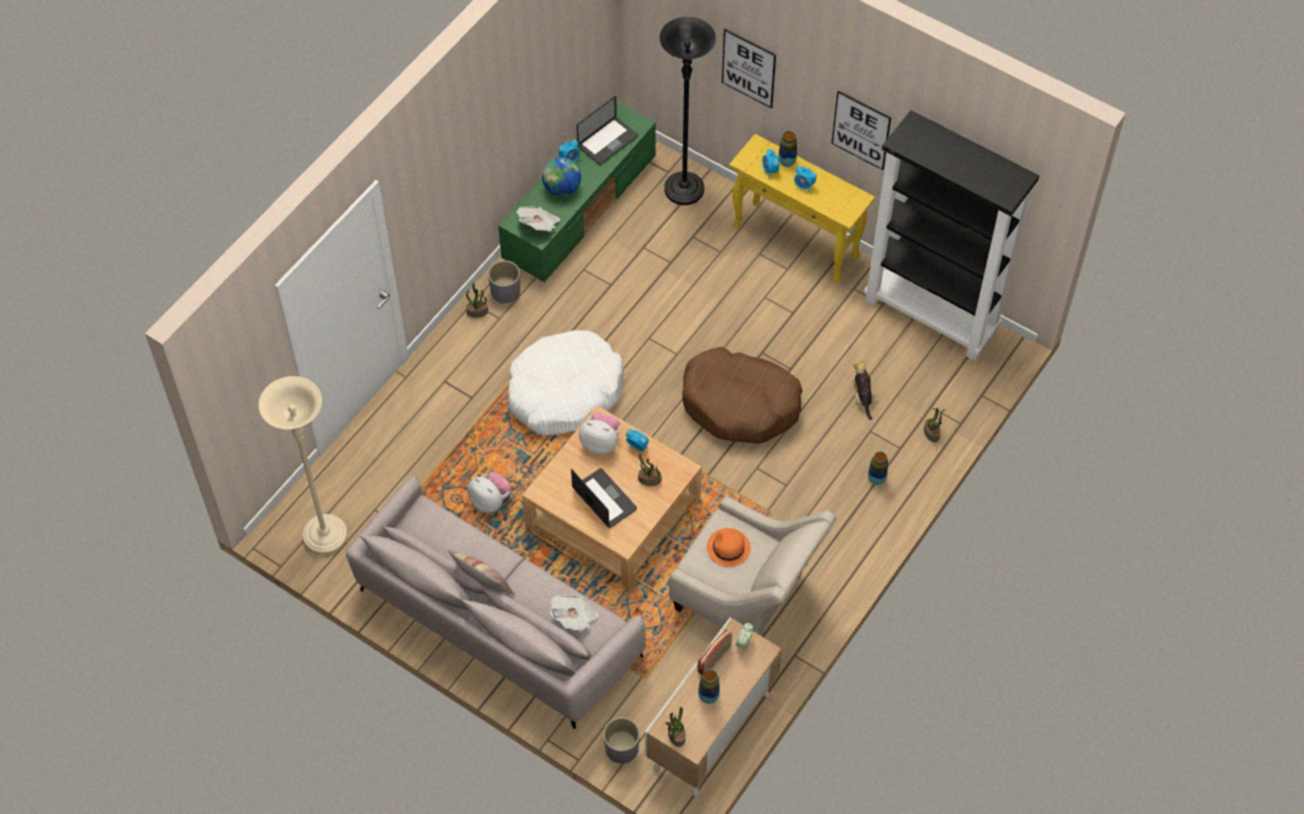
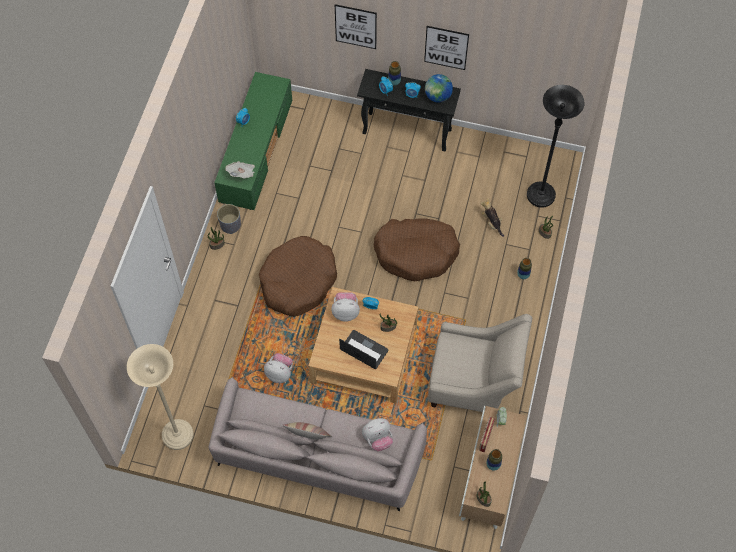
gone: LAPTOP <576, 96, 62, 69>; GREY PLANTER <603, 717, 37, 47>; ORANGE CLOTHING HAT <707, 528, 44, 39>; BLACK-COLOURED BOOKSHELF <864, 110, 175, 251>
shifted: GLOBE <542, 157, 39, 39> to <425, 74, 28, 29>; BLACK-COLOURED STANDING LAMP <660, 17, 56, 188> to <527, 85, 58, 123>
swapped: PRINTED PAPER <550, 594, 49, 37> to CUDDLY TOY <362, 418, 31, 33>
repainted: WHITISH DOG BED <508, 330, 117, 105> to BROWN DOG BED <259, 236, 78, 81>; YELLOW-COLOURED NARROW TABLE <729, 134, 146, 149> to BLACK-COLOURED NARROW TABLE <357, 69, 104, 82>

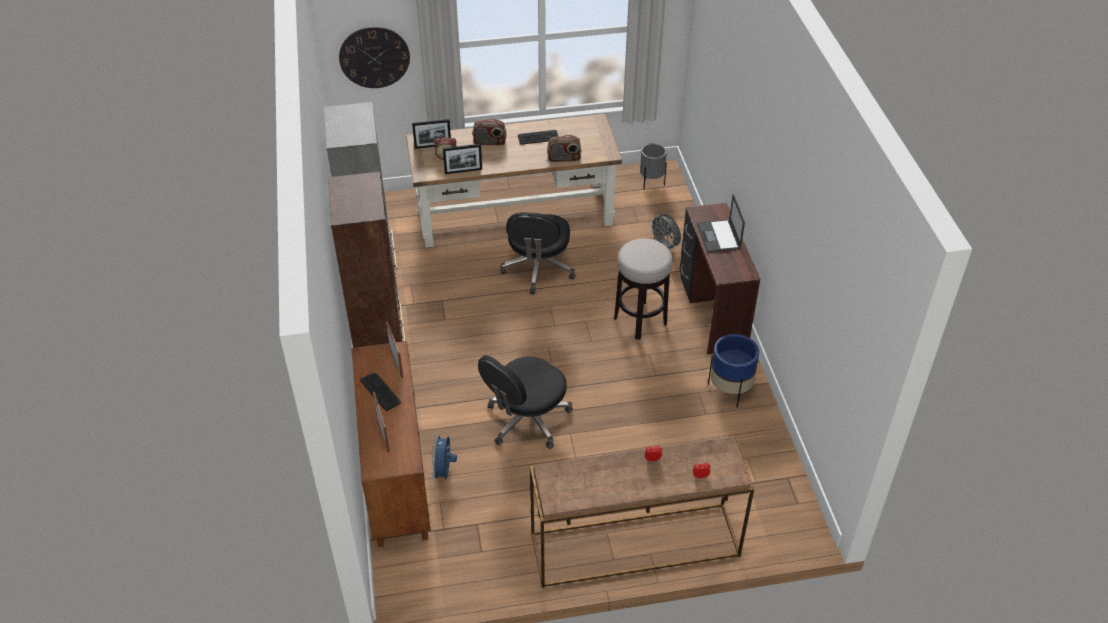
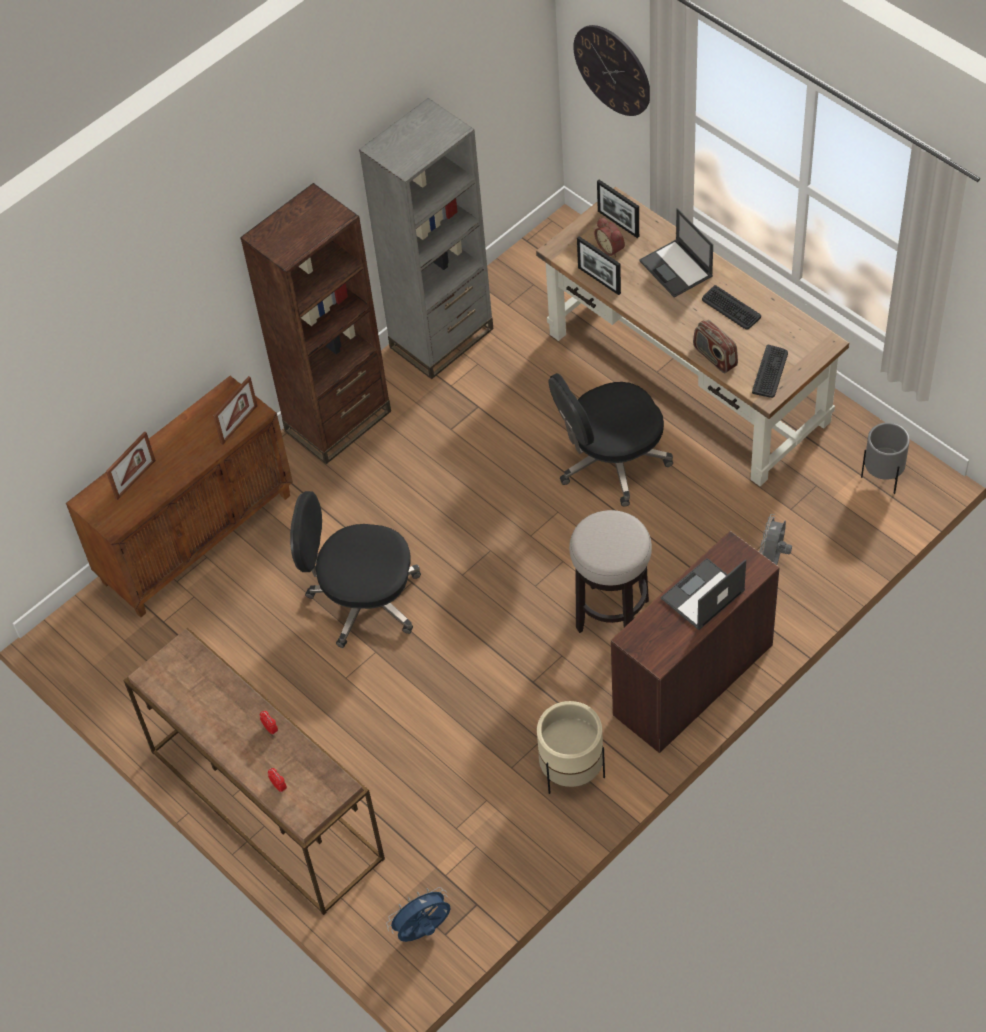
shifted: PC KEYBOARD <360, 373, 41, 38> to <752, 345, 36, 53>; BLUE COOLING FAN <431, 433, 26, 48> to <386, 887, 65, 55>
swapped: RADIO RECEIVER <473, 118, 34, 27> to LAPTOP <639, 208, 74, 90>
repainted: BLUE PLANTER <708, 334, 51, 73> to BEIGE PLANTER <537, 701, 68, 93>

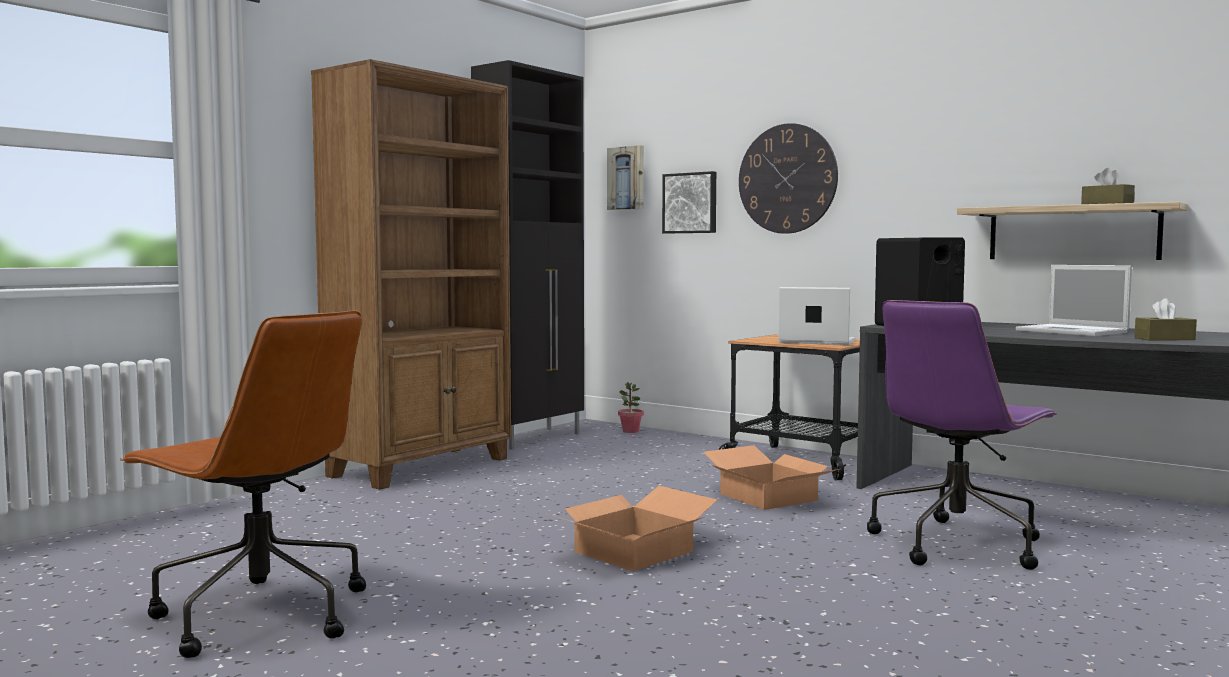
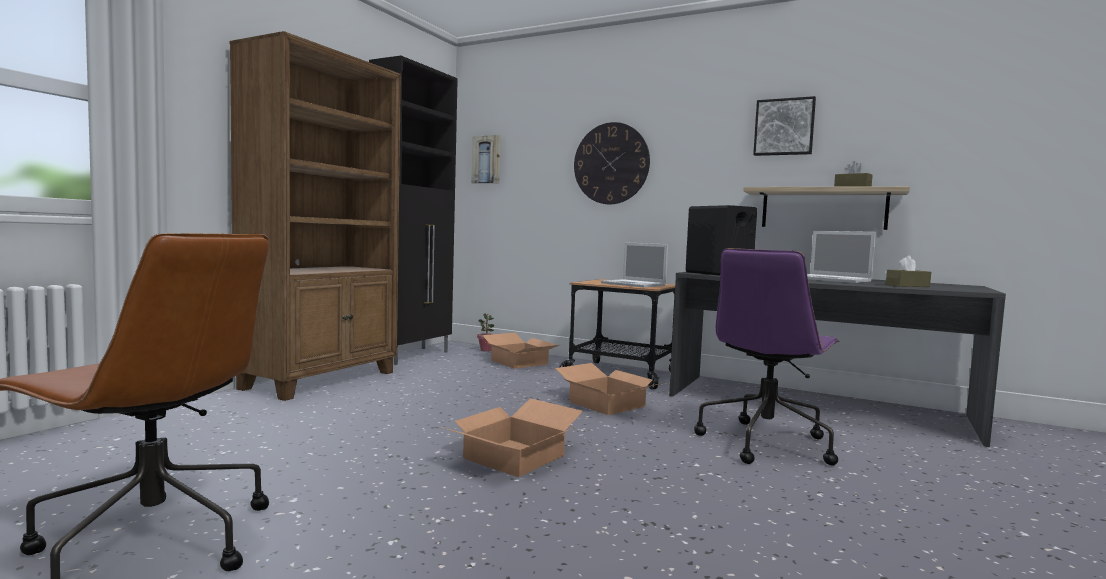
new: CARDBOARD BOX <482, 333, 77, 36>
shifted: WALL PICTURE <662, 171, 54, 63> to <753, 96, 63, 60>
rotated: LAPTOP <779, 287, 76, 58> = <601, 242, 67, 45> 150 degrees counterclockwise

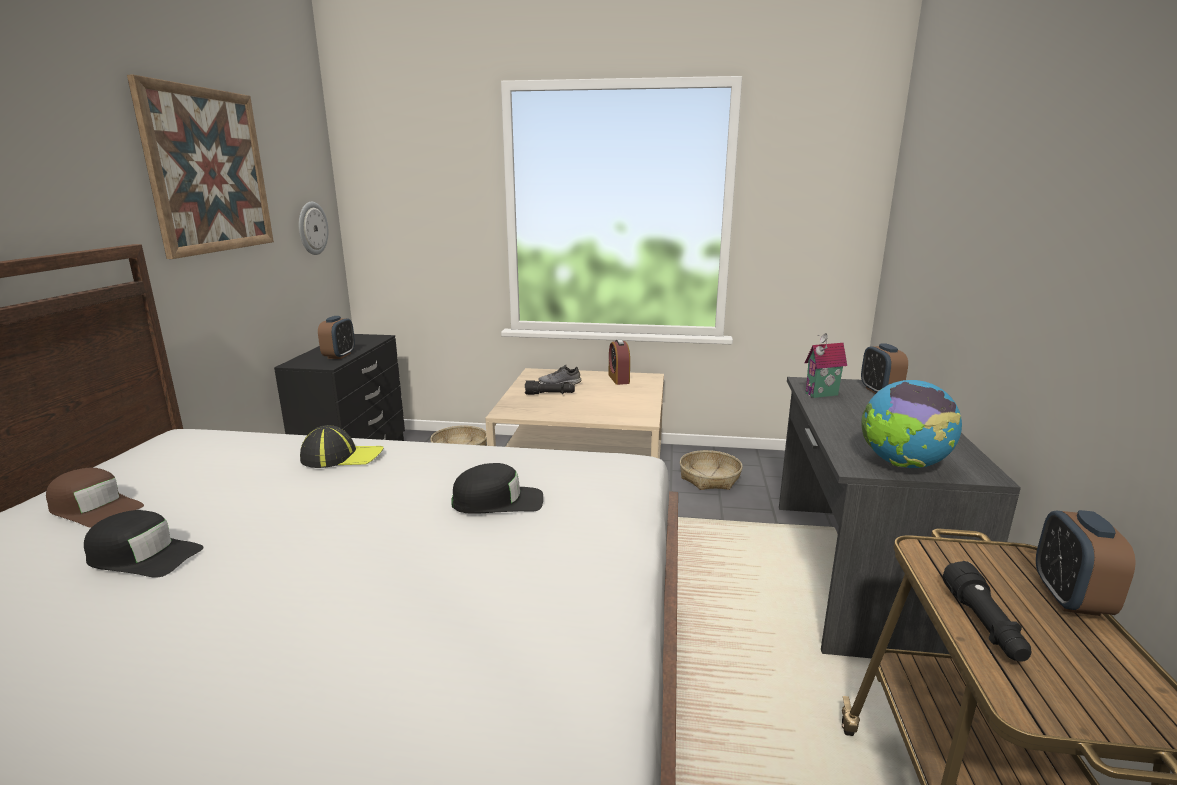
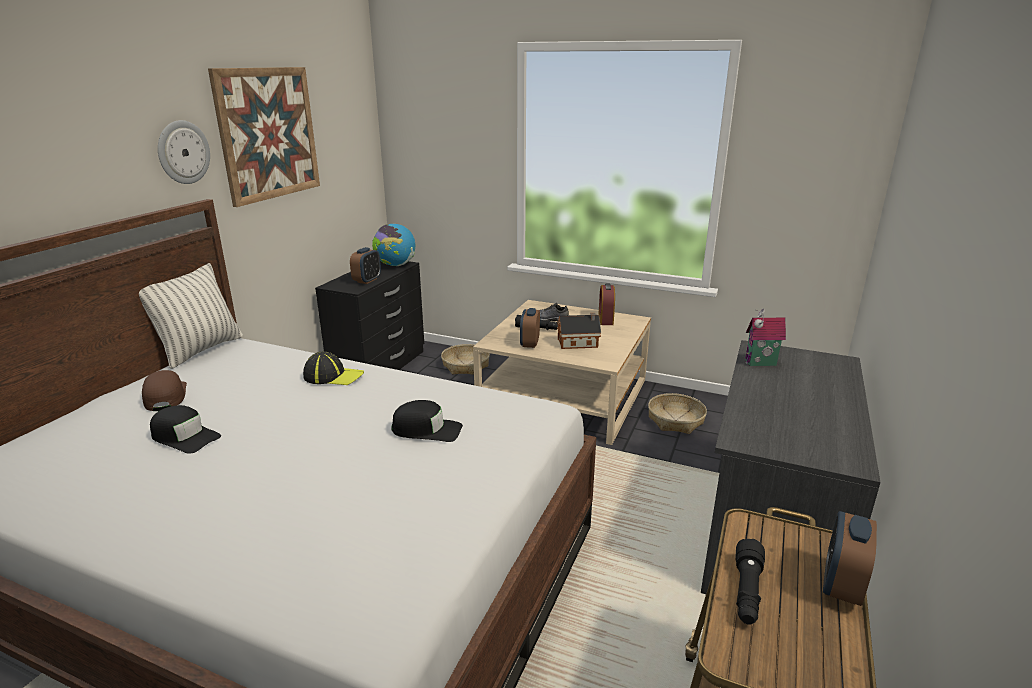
new: THROW PILLOW <139, 263, 104, 106>; MINIATURE HOUSE <557, 313, 44, 36>
shifted: CLOCK ON THE WALL <299, 202, 29, 53> to <158, 120, 52, 64>; ALARM CLOCK <861, 343, 47, 51> to <520, 308, 20, 40>; GLOBE <861, 380, 101, 88> to <372, 224, 43, 42>
rotated: BROWN BASEBALL CAP <46, 468, 98, 60> = <142, 370, 45, 41> 150 degrees counterclockwise

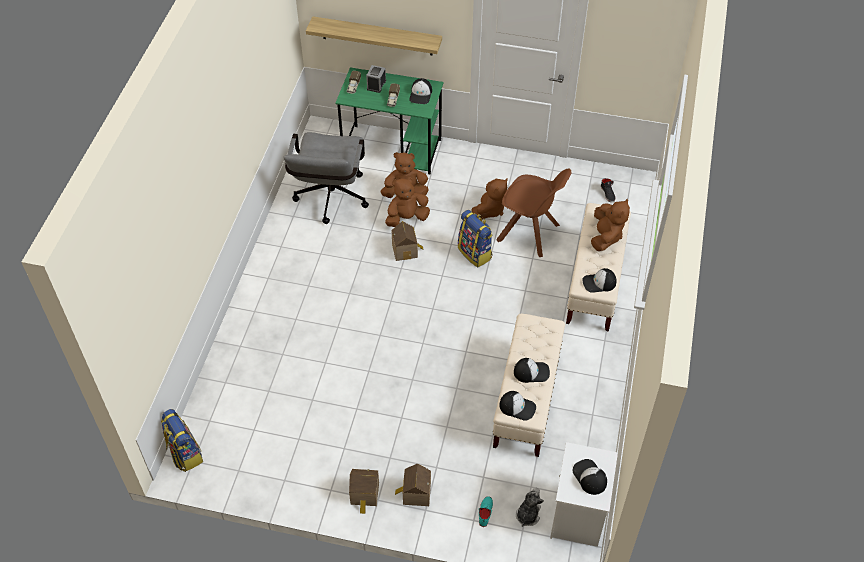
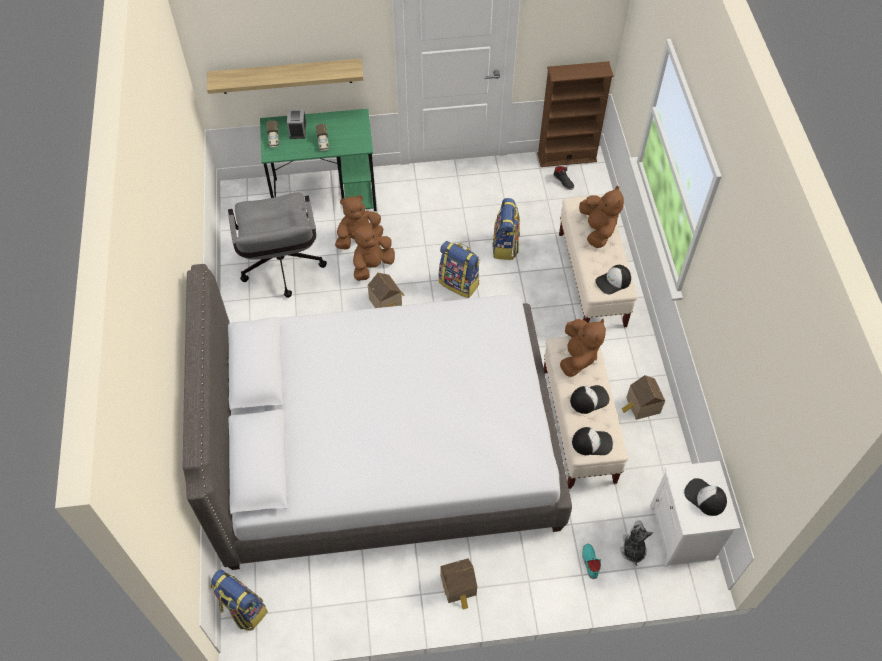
gone: BASEBALL CAP <409, 78, 23, 26>
new: GREY BEDROOM BED <183, 264, 389, 306>; BROWN BOOKSHELF <537, 61, 77, 106>
shifted: MINIATURE HOUSE <395, 463, 36, 43> to <622, 375, 43, 45>; BROWN CUDDLY TOY <472, 178, 36, 42> to <560, 319, 46, 58>
swapped: BROWN UPRIGHT CHAIR <496, 169, 75, 88> to RUCKSACK <492, 198, 28, 62>

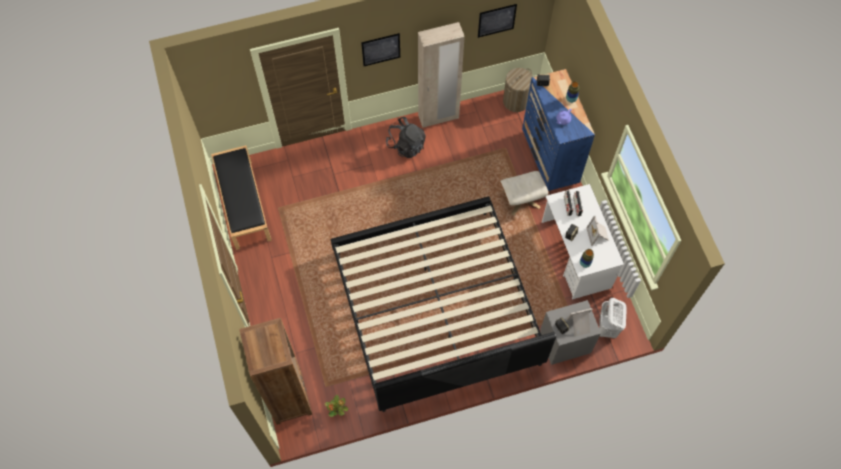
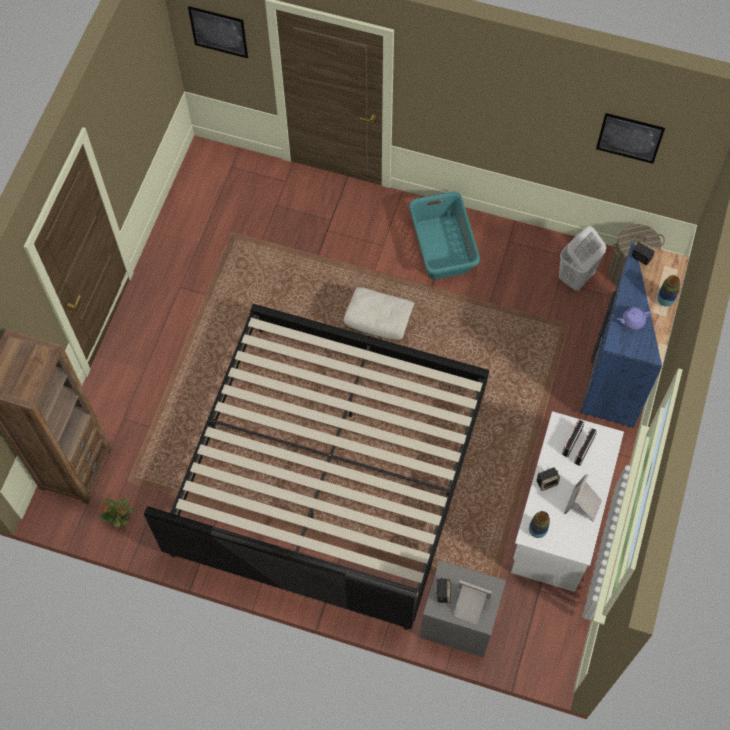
gone: BLACK-COLOURED INDOOR BENCH <211, 145, 61, 105>; BEIGE WARDROBE <418, 22, 47, 106>
shifted: WALL PICTURE <361, 33, 39, 33> to <188, 6, 60, 52>; BEIGE POUFFE <500, 171, 49, 45> to <343, 287, 72, 55>; WHITISH WASHING BASKET <599, 298, 28, 40> to <559, 226, 47, 65>
swapped: BLACK-COLOURED RUCKSACK <386, 117, 40, 41> to TURQUOISE-COLOURED WASHING BASKET <409, 192, 71, 88>

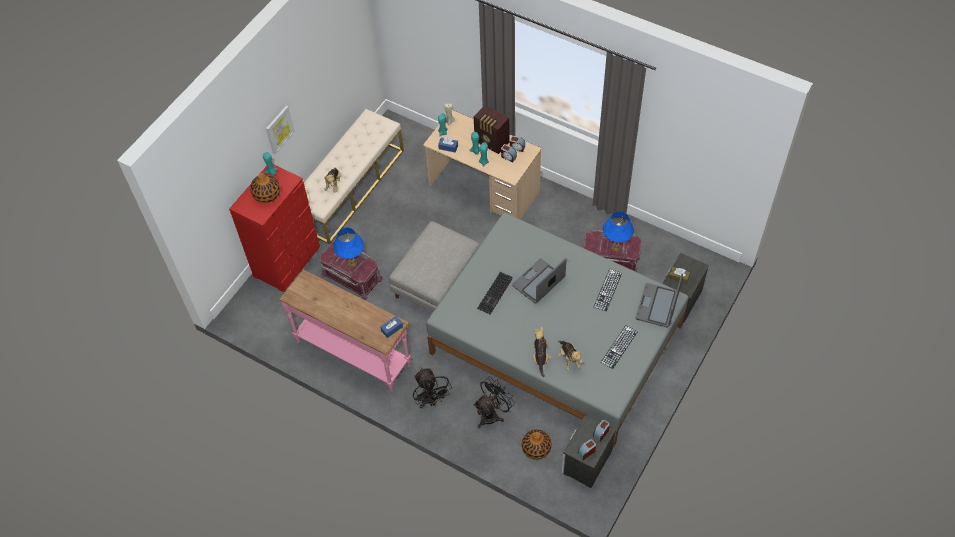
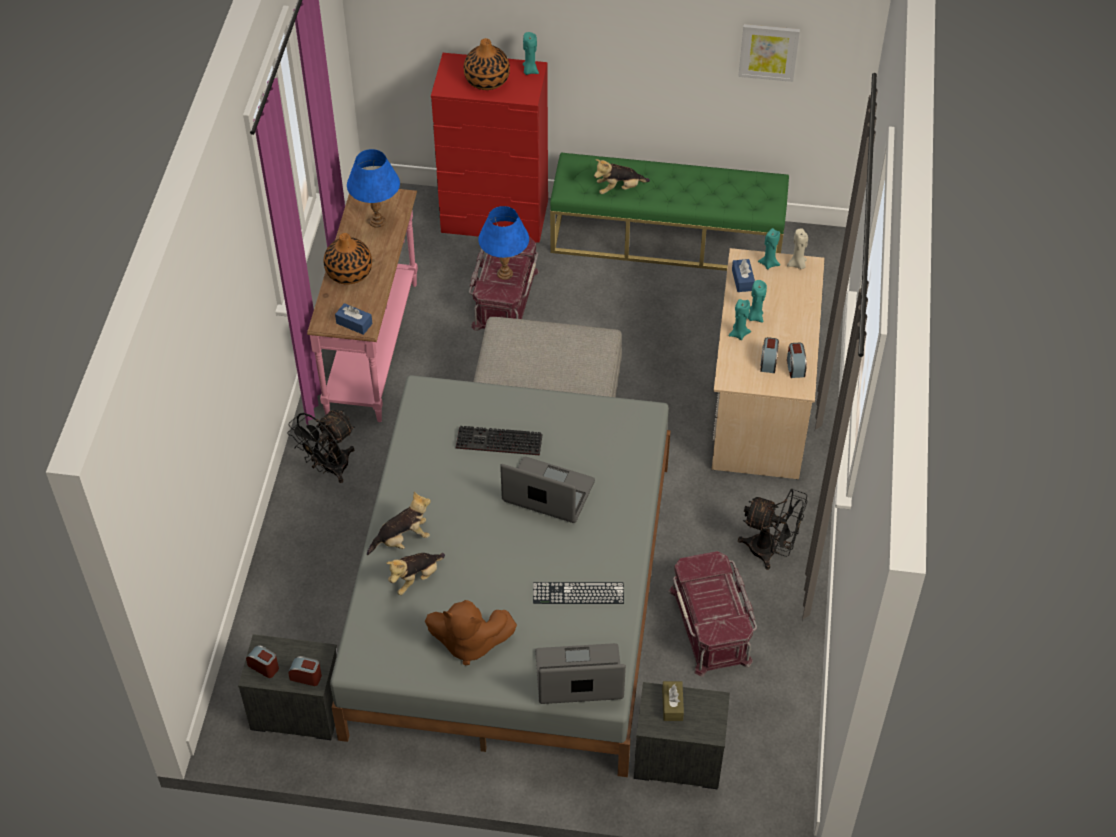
gone: RADIO RECEIVER <473, 105, 37, 49>
shifted: WALL PICTURE <266, 106, 29, 48> to <738, 24, 62, 58>; BLACK-COLOURED COOLING FAN <473, 376, 42, 52> to <738, 489, 69, 81>; VASE <522, 429, 30, 31> to <324, 233, 48, 52>; BLUE LAMP FOR A TABLE <603, 211, 31, 40> to <347, 149, 53, 79>
swapped: PC KEYBOARD <601, 325, 37, 44> to BROWN CUDDLY TOY <425, 600, 92, 65>
repainted: BEIGE INDOOR BENCH <304, 109, 100, 136> to GREEN INDOOR BENCH <550, 153, 239, 118>

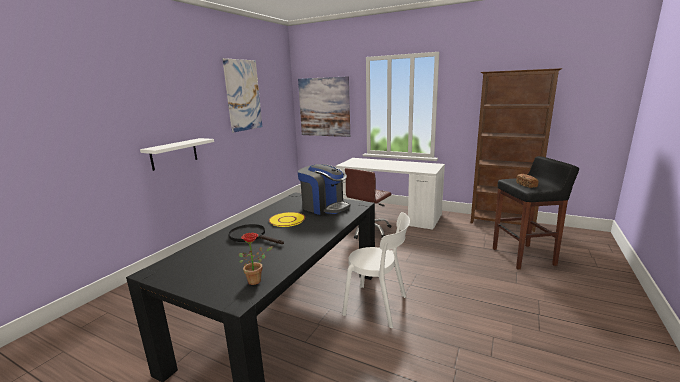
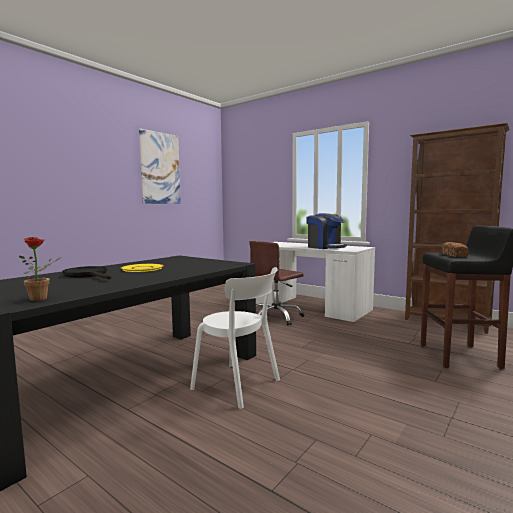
gone: WHITISH SHELF <140, 138, 74, 33>; WALL PICTURE <298, 76, 52, 61>
shifted: COFFEE MAKER <298, 164, 52, 51> to <306, 213, 41, 36>

